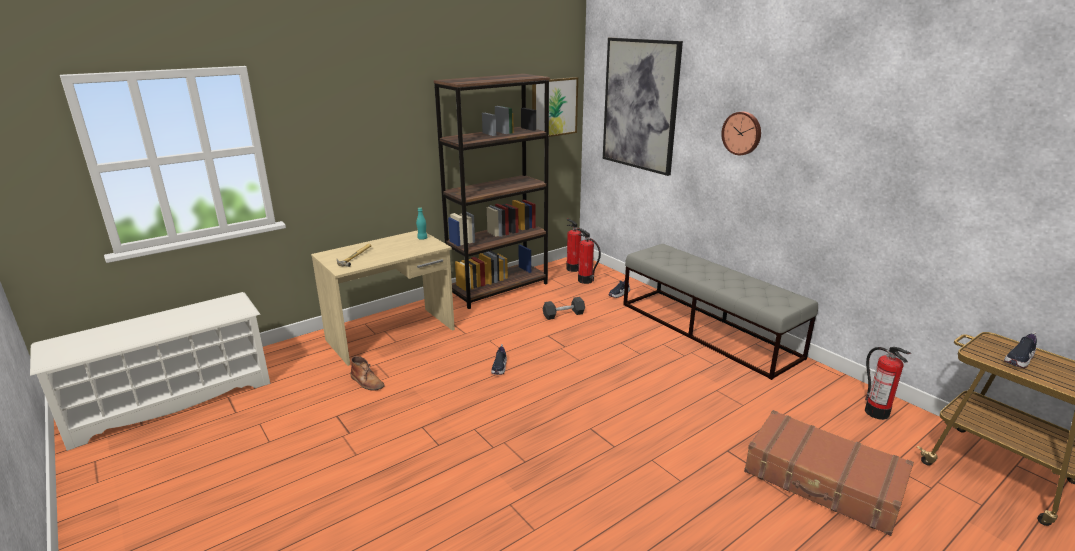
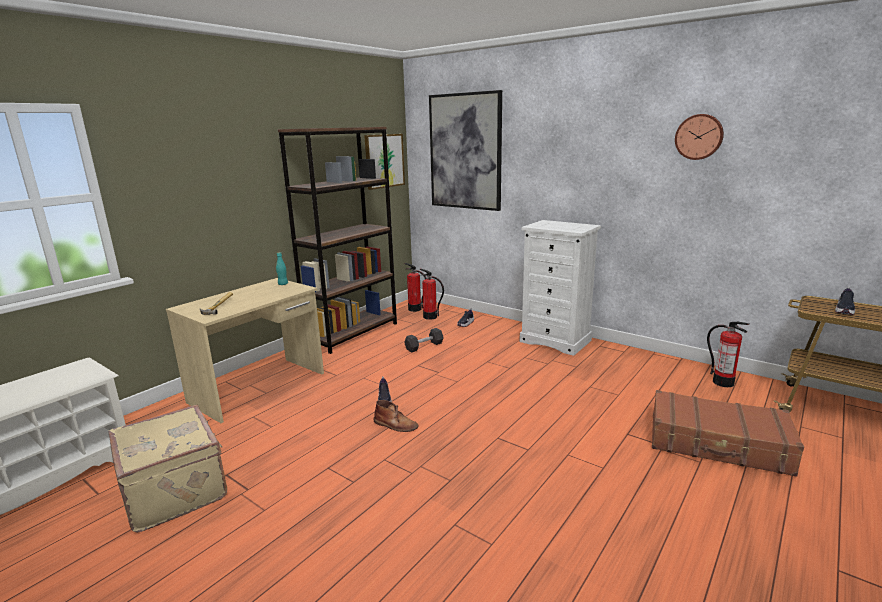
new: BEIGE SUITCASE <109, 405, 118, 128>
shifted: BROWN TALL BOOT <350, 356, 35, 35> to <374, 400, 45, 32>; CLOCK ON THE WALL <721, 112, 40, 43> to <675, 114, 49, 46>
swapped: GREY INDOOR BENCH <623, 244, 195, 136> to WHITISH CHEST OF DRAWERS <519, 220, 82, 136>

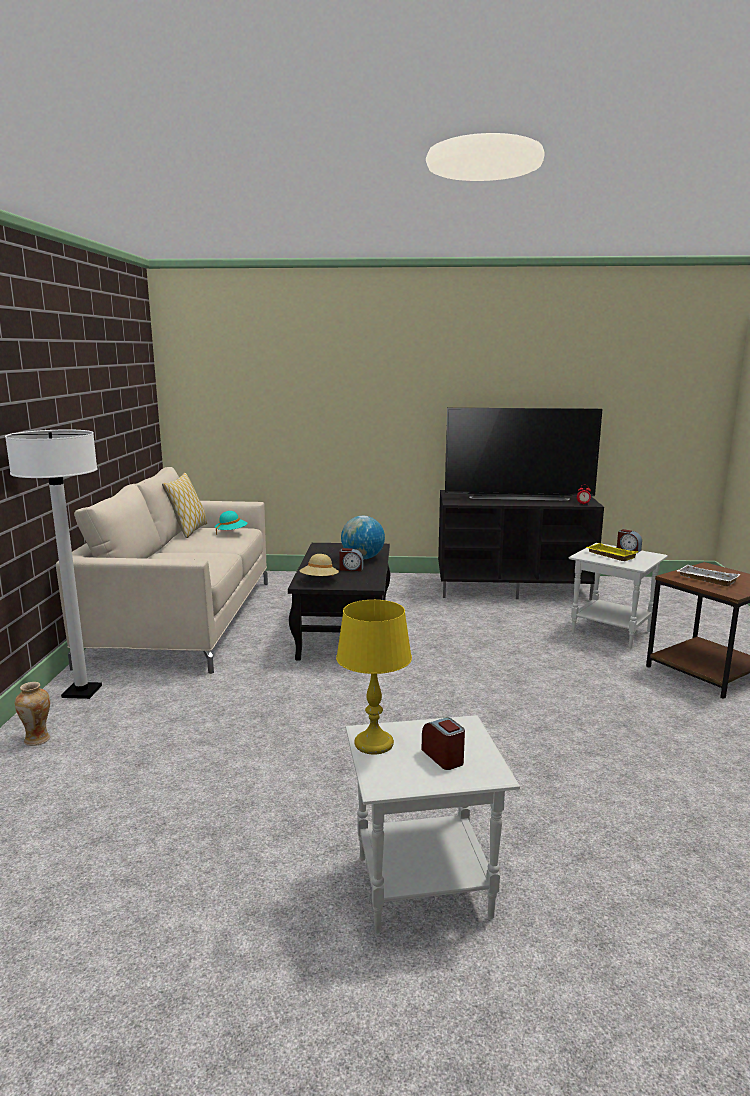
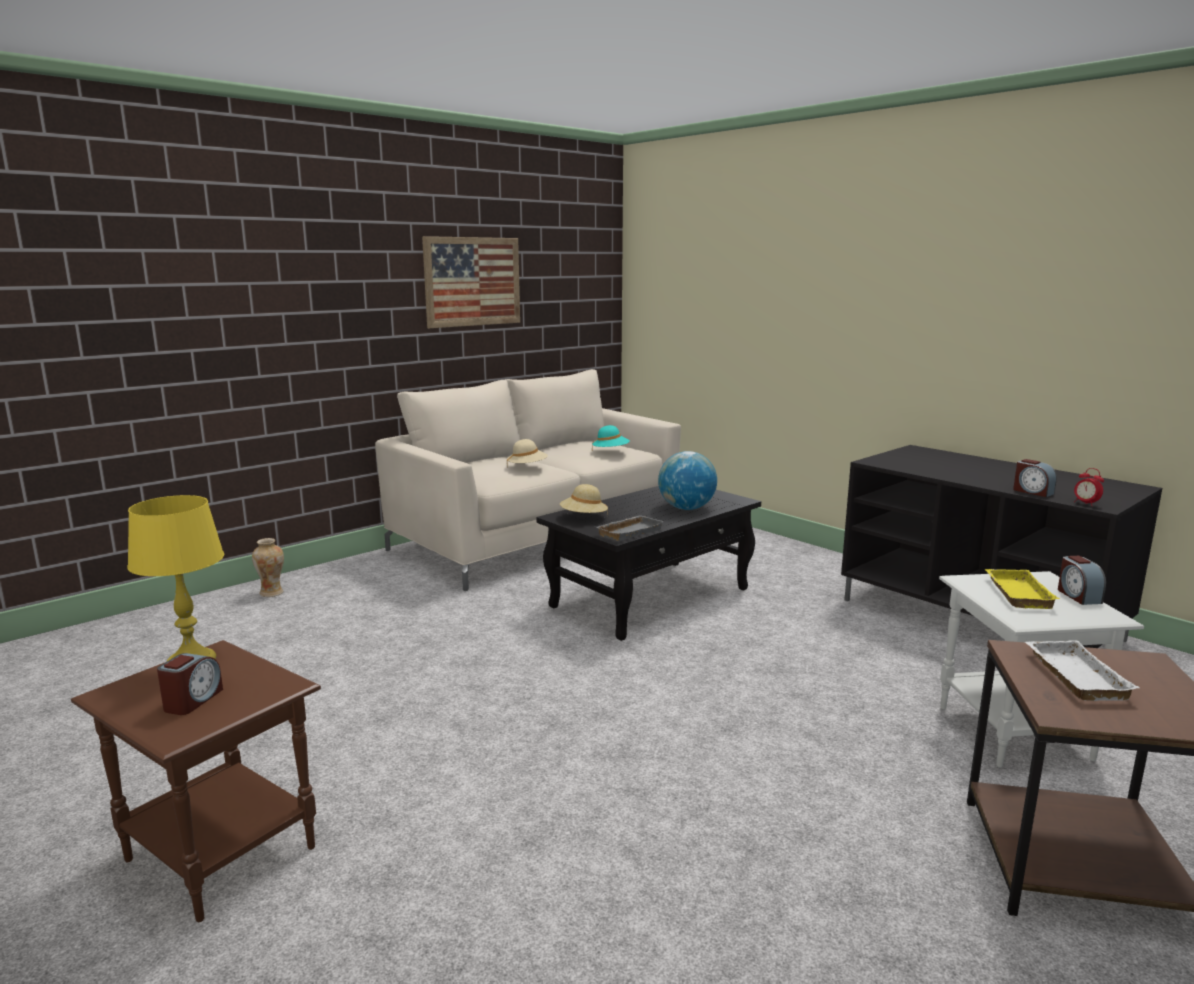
gone: WHITISH STANDING LAMP <5, 430, 97, 269>; THROW PILLOW <162, 473, 45, 65>; TV <445, 408, 158, 93>
new: WALL PICTURE <422, 236, 98, 92>; BEIGE CLOTHING HAT <507, 439, 41, 29>; GREY SERVING TRAY <596, 515, 68, 26>
shifted: ALARM CLOCK <339, 548, 24, 23> to <1013, 459, 44, 38>
repainted: WHITISH END TABLE <346, 715, 174, 219> to BROWN END TABLE <71, 640, 250, 282>

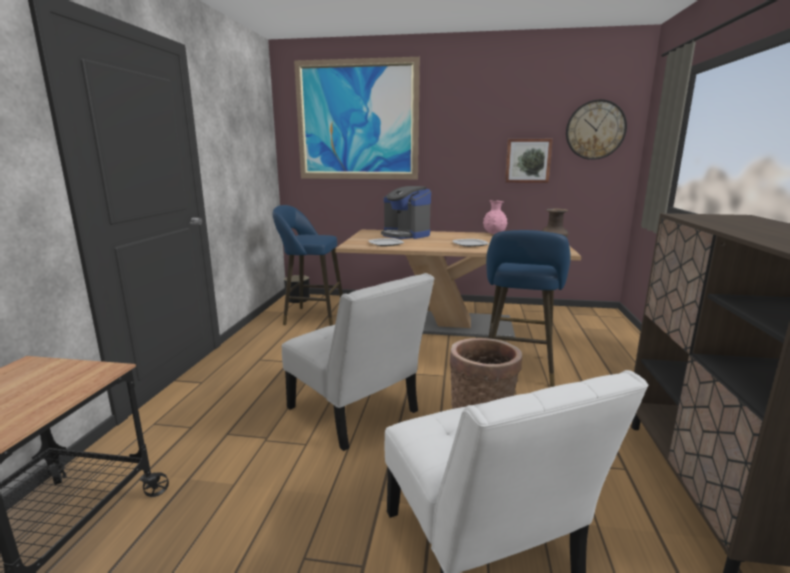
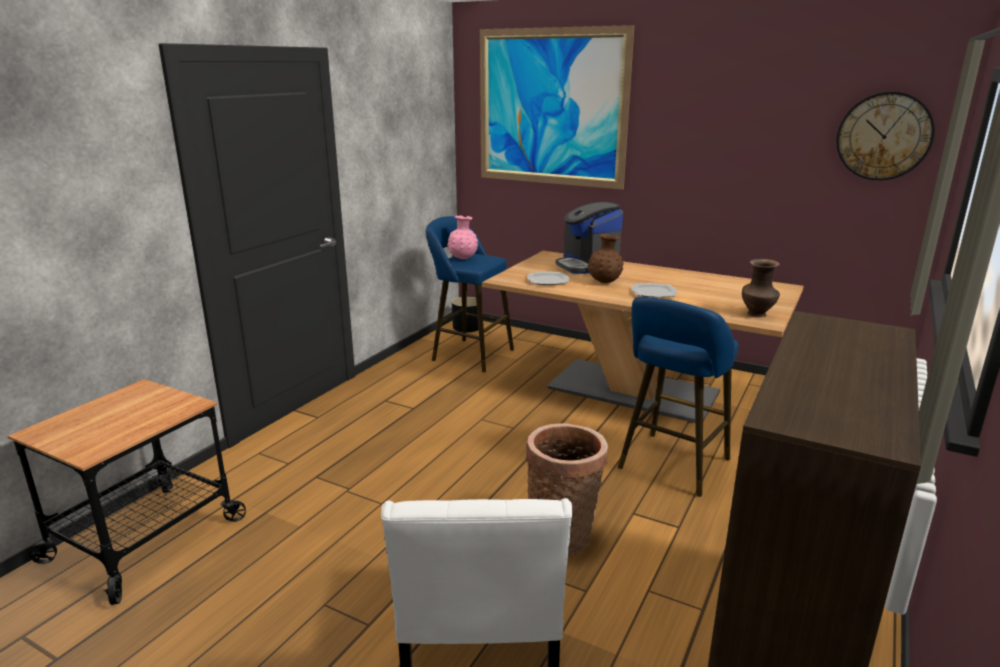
gone: WHITISH UPRIGHT CHAIR <282, 273, 153, 178>; WALL PICTURE <505, 139, 48, 44>
new: BROWN VASE <588, 234, 36, 49>
shifted: PINK VASE <483, 200, 24, 34> to <447, 215, 31, 44>

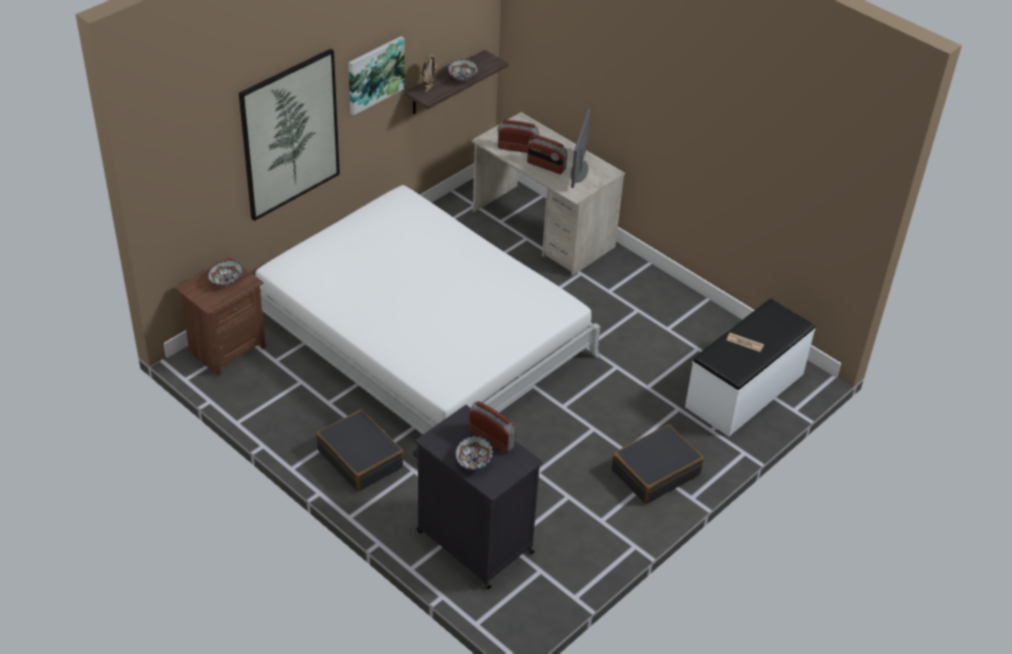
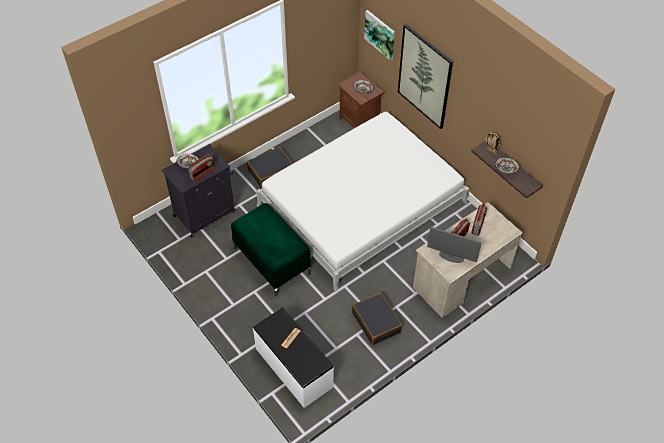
new: GREEN POUFFE <231, 203, 80, 93>
shifted: WALL PICTURE <348, 36, 57, 79> to <364, 10, 31, 51>; BLACK-COLOURED SUITCASE <611, 424, 93, 80> to <352, 292, 50, 53>

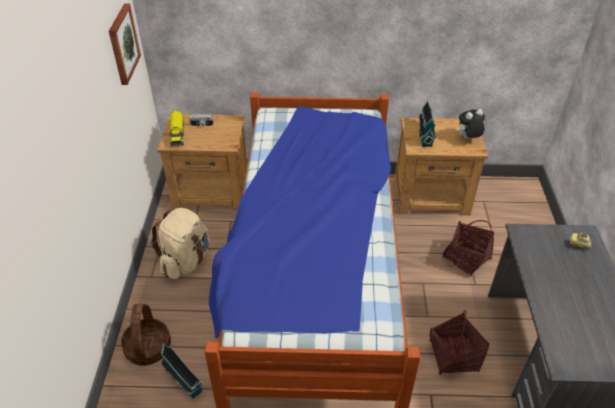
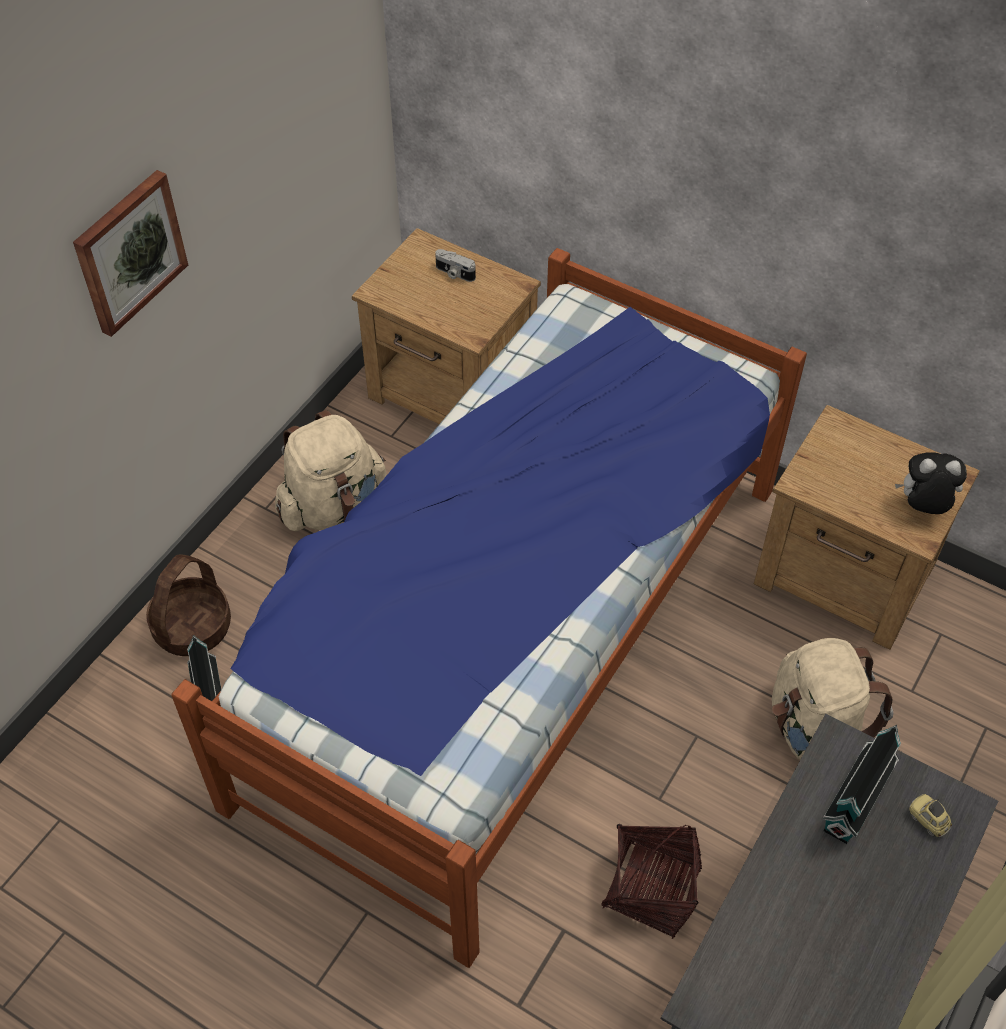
gone: MODEL TRUCK <169, 111, 15, 35>
shifted: WALL PICTURE <109, 4, 32, 81> to <73, 170, 115, 167>; MINIATURE HOUSE <419, 101, 17, 46> to <823, 725, 78, 119>
swapped: STORAGE BASKET <442, 220, 52, 56> to BEIGE RUCKSACK <772, 638, 121, 122>

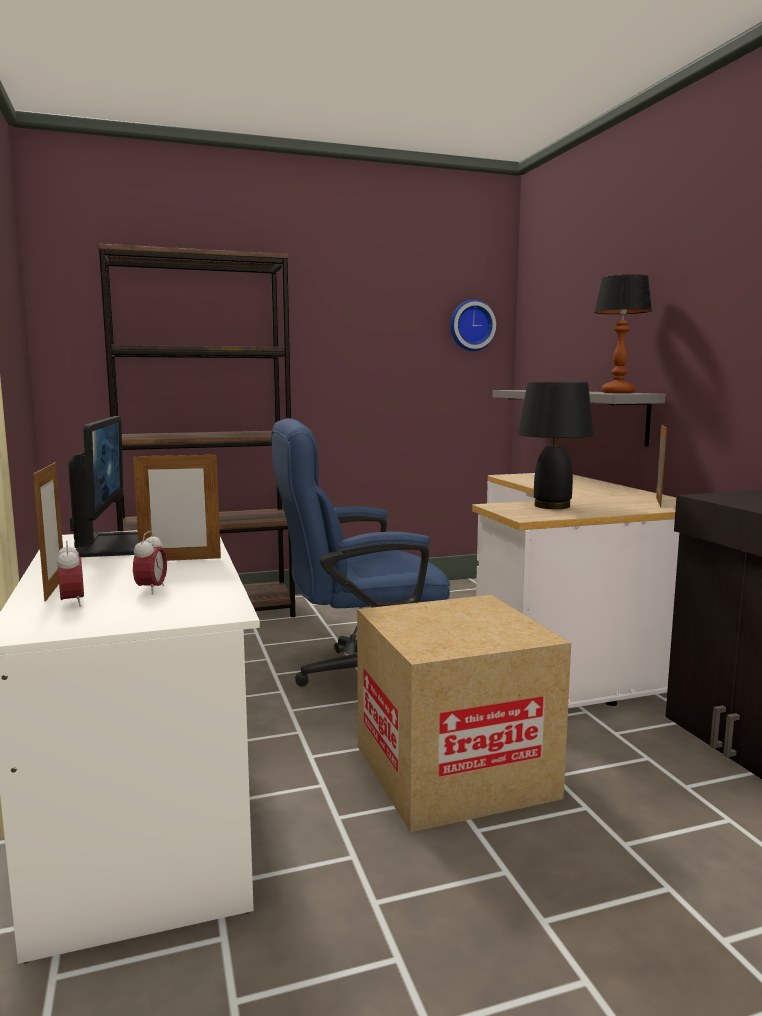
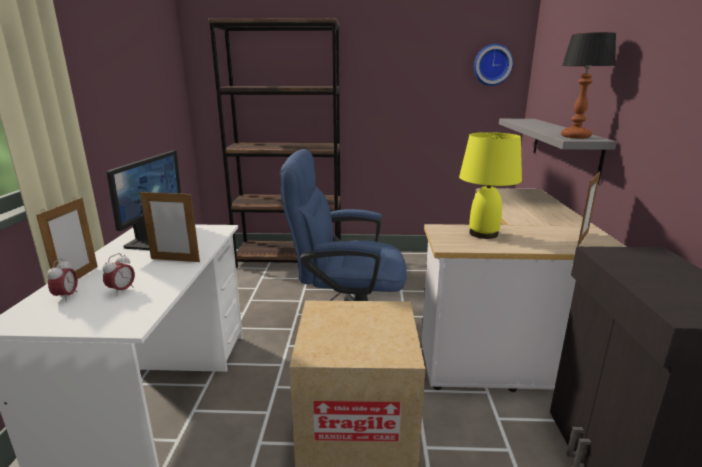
repainted: BLACK-COLOURED LAMP FOR A TABLE <518, 382, 76, 127> to YELLOW-COLOURED LAMP FOR A TABLE <459, 132, 63, 107>

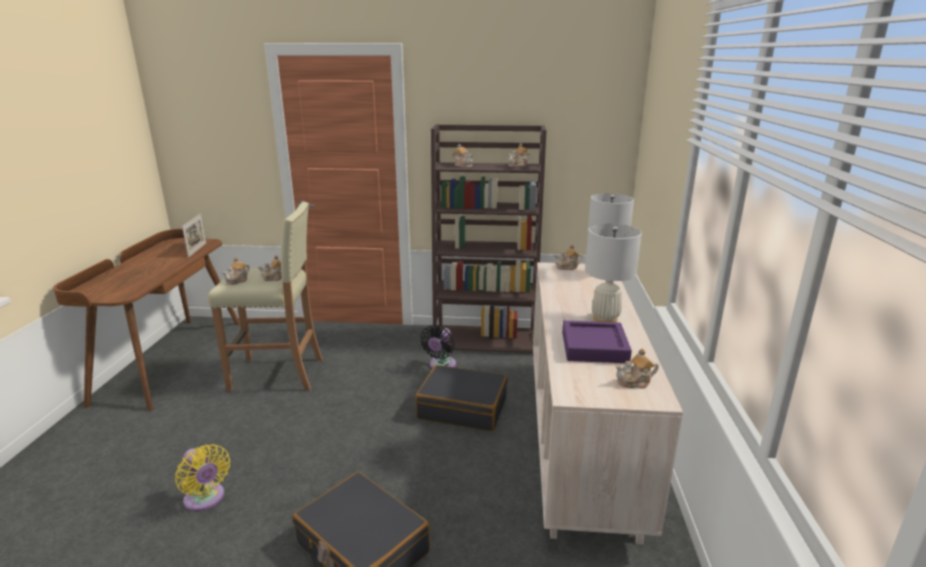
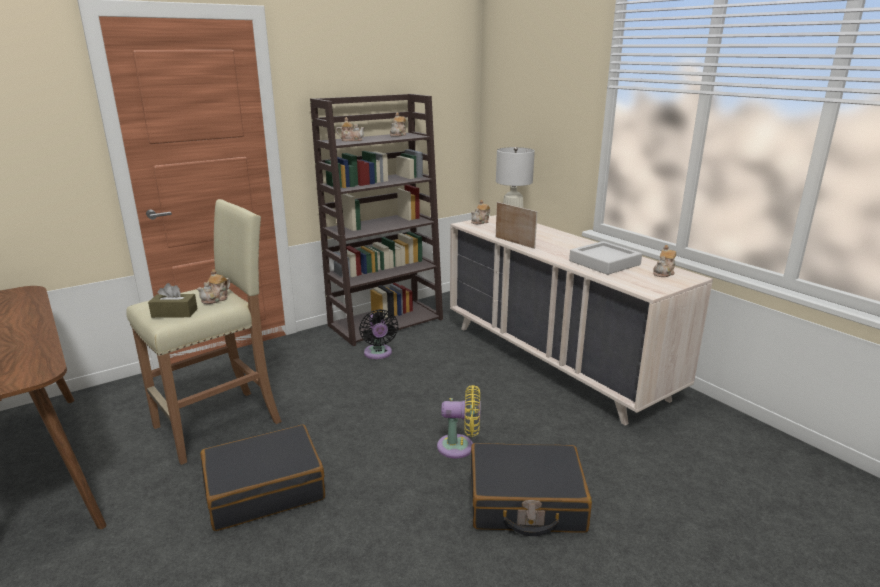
gone: WHITISH LAMP FOR A TABLE <585, 223, 57, 99>
shifted: YELLOW-COLOURED COOLING FAN <175, 444, 55, 68> to <437, 385, 44, 73>; PICTURE FRAME <182, 214, 24, 43> to <496, 202, 41, 47>; BLACK-COLOURED SUITCASE <415, 365, 93, 66> to <200, 424, 125, 107>
swapped: TEA POT <222, 257, 28, 28> to BROWN BOX OF TISSUES <148, 283, 49, 35>
repainted: PURPLE-COLOURED SERVING TRAY <562, 321, 70, 42> to GREY SERVING TRAY <569, 241, 73, 34>

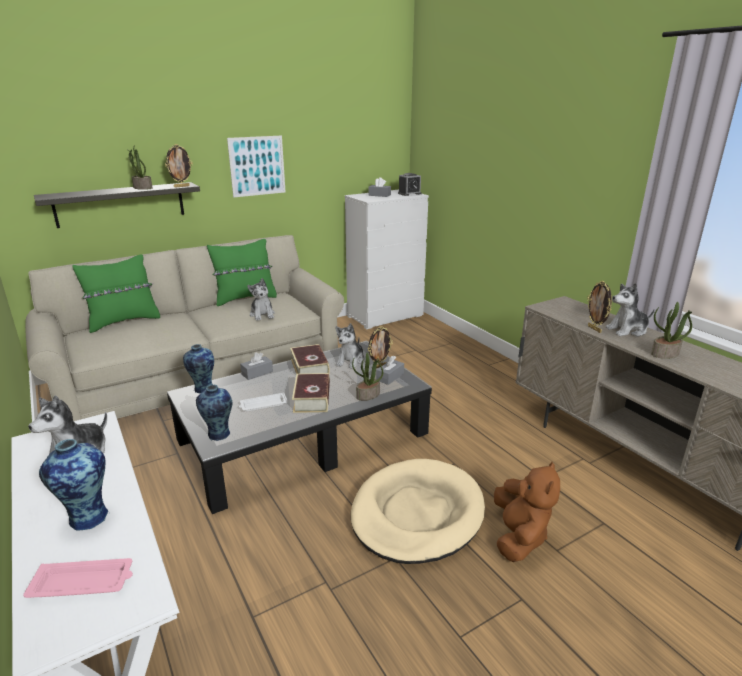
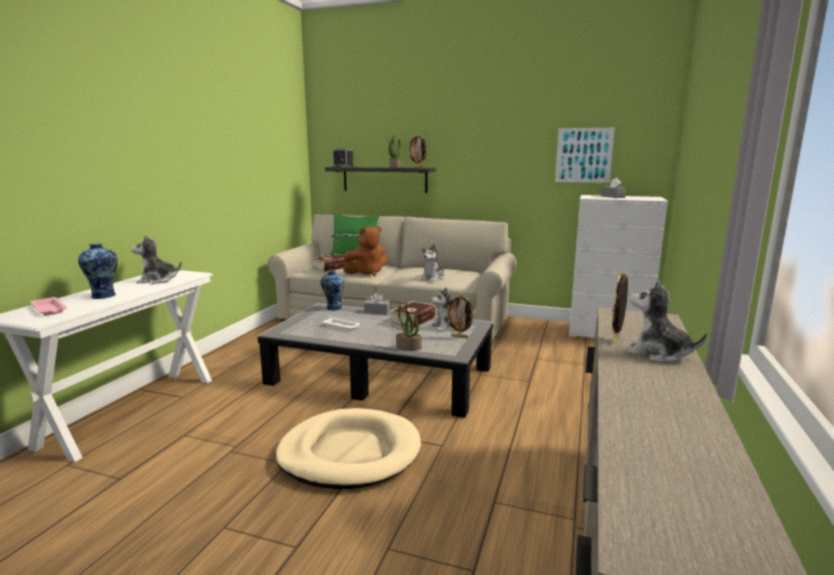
gone: VASE <196, 385, 36, 56>; GREEN THROW PILLOW <207, 239, 70, 67>; GREY BOX OF TISSUES <376, 356, 28, 29>; PLANT IN A POT <651, 302, 41, 57>
shifted: WALL PICTURE <227, 135, 59, 62> to <555, 128, 60, 55>; BOOK <292, 373, 38, 40> to <311, 254, 40, 18>; ALARM CLOCK <398, 173, 24, 23> to <332, 148, 22, 19>; BROWN CUDDLY TOY <494, 462, 66, 100> to <343, 226, 45, 50>

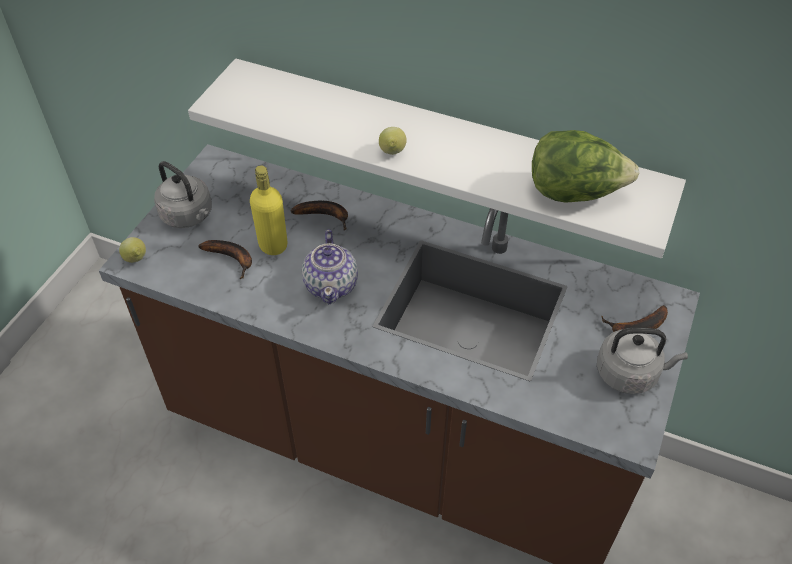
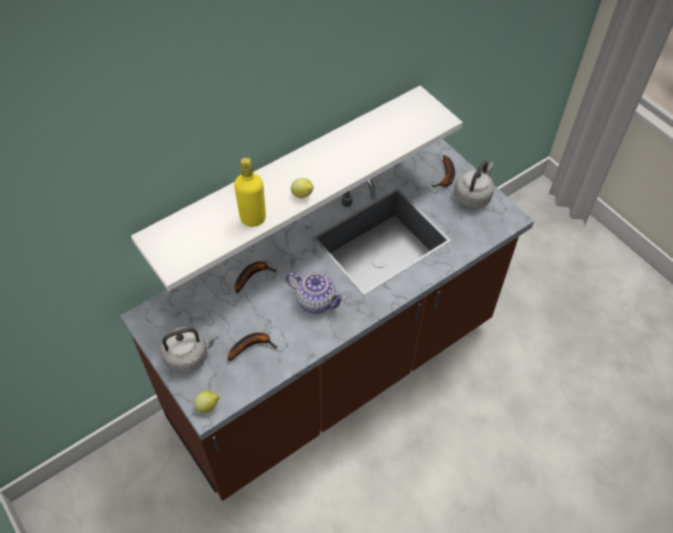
gone: LETTUCE <532, 130, 107, 73>
shifted: YELLOW-COLOURED DRINK BOTTLE <250, 165, 38, 90> to <234, 158, 32, 69>

